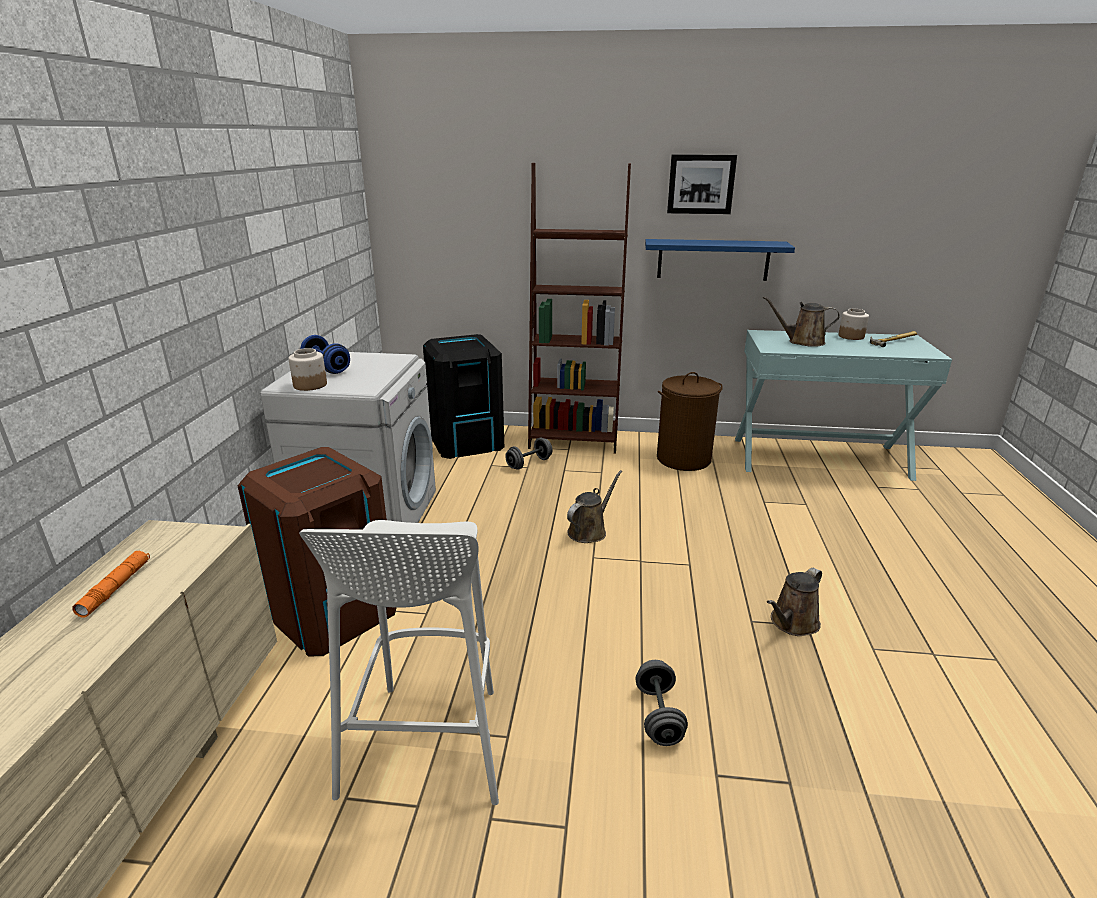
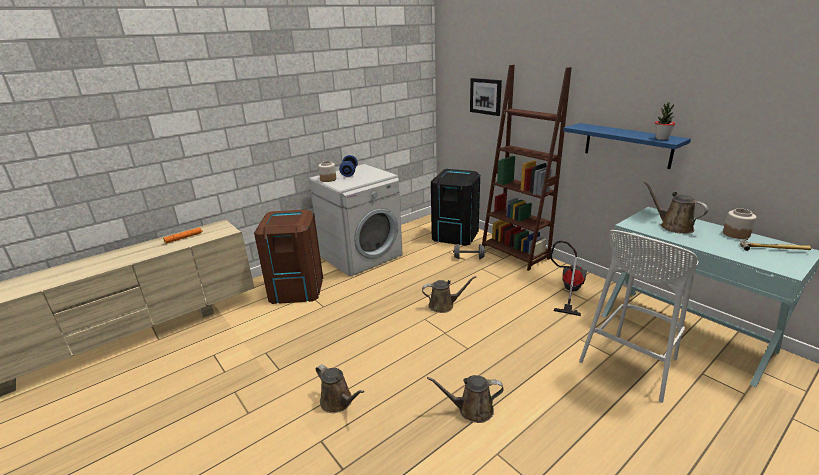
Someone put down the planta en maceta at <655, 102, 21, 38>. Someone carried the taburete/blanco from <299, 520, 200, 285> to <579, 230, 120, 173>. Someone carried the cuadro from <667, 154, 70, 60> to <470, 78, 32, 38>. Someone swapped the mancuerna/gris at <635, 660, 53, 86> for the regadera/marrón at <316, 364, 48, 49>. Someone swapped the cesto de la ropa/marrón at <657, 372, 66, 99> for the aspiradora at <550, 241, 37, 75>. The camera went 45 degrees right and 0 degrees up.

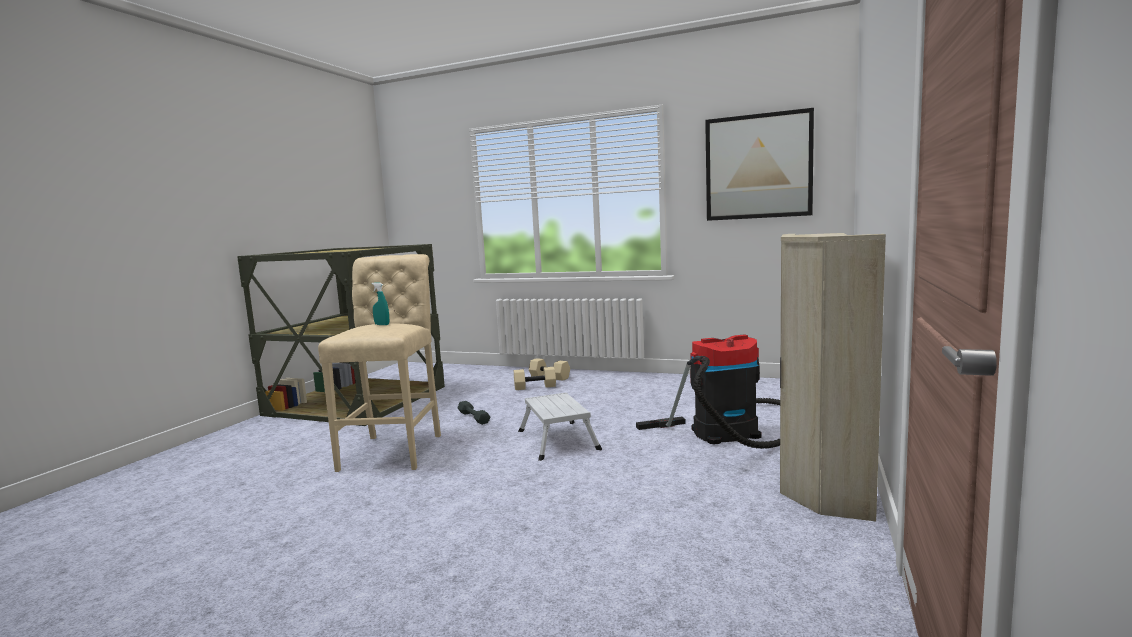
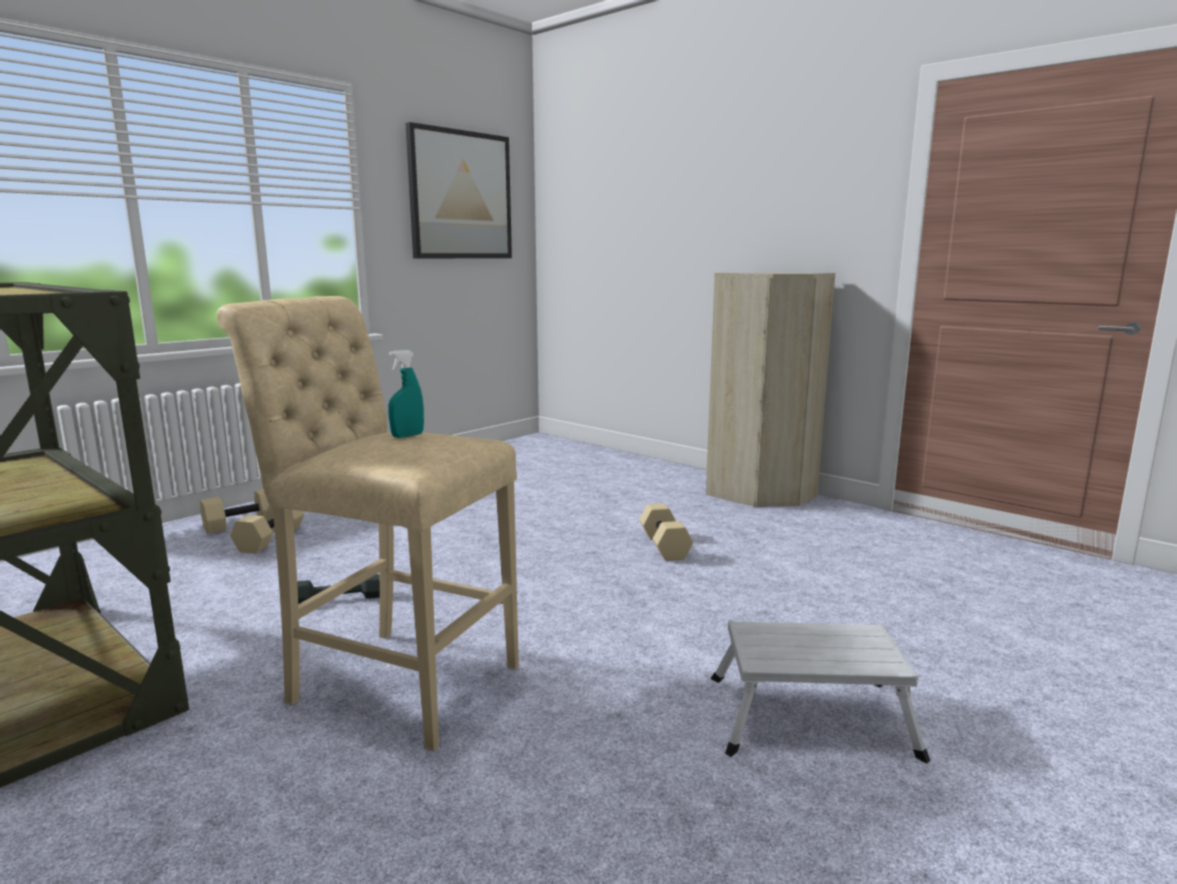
Someone took away the aspiradora at <636, 334, 144, 115>. Someone put down the mancuerna/beis at <639, 503, 54, 58>. Someone carried the escalera de tijera/blanco from <518, 392, 84, 69> to <711, 620, 219, 143>. The camera went 70 degrees left and 5 degrees up.

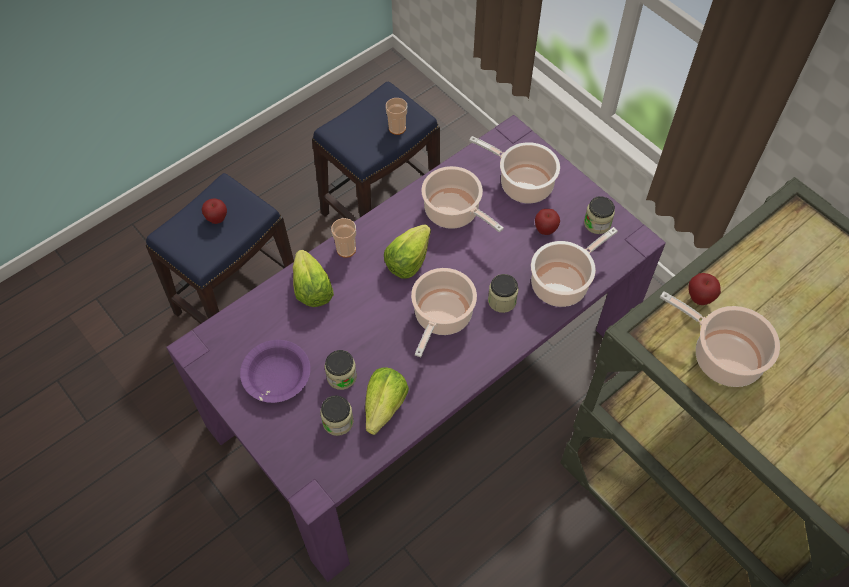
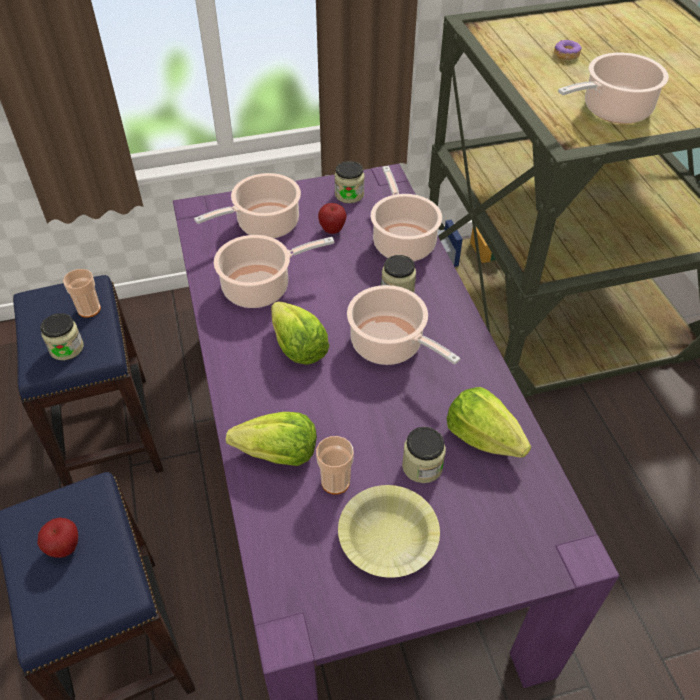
Someone took away the manzana at <688, 273, 33, 32>. Someone put down the rosquilla at <554, 39, 28, 21>. Someone carried the tarro from <320, 395, 34, 41> to <40, 313, 44, 47>. Someone carried the taza from <331, 218, 25, 40> to <316, 436, 38, 59>. Someone repainted the cuenco/morado at <240, 340, 71, 63>, which became the cuenco/amarillo at <338, 485, 102, 93>. The camera went 65 degrees left and 10 degrees down.

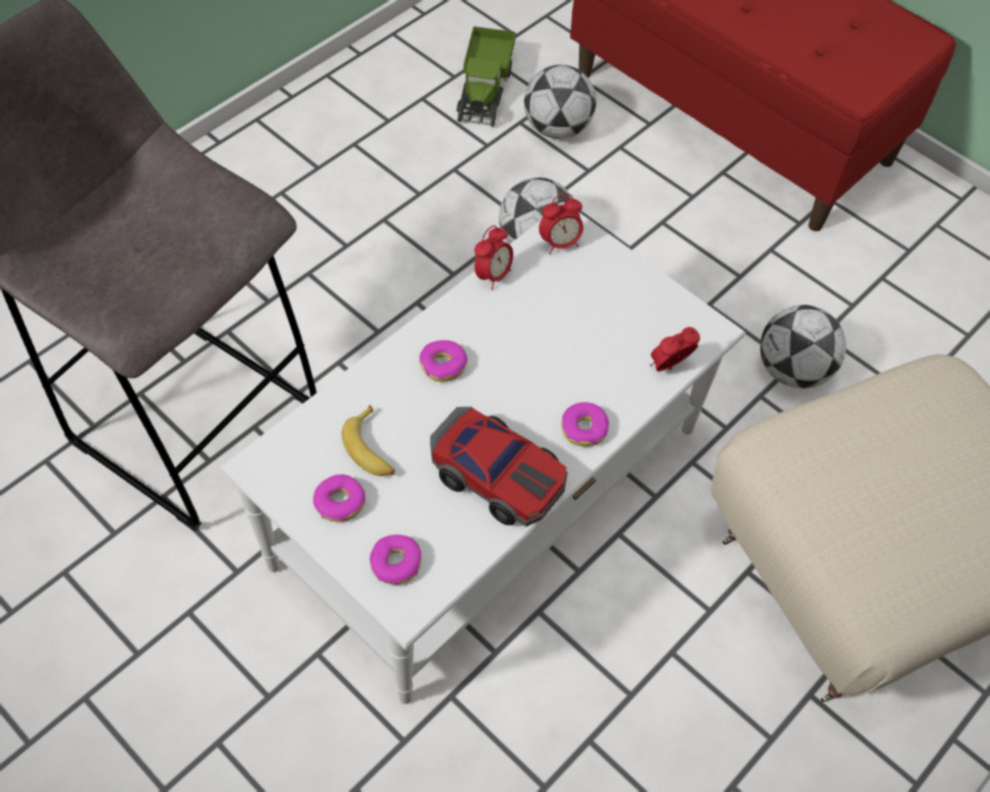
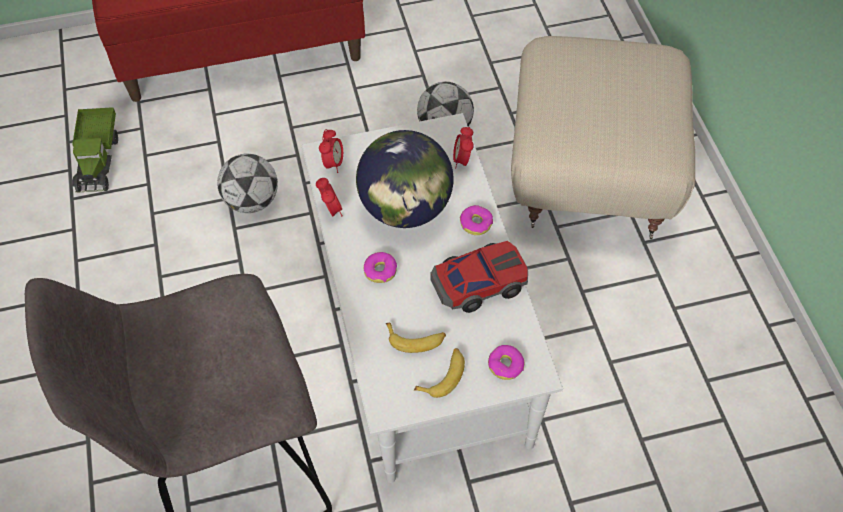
Someone took away the balón de fútbol at <524, 65, 72, 74>. Someone put down the globo terráqueo at <356, 130, 98, 98>. Someone swapped the rosquilla at <313, 474, 52, 48> for the plátano at <414, 348, 51, 50>. Someone rotated the camión de juguete at <456, 26, 60, 101> by 45 degrees clockwise. The camera went 55 degrees left and 0 degrees up.

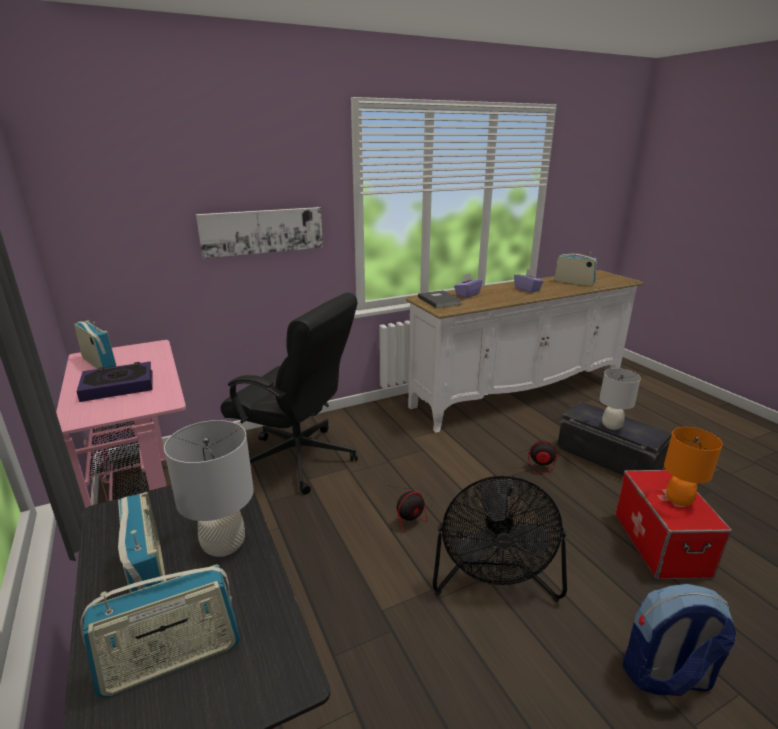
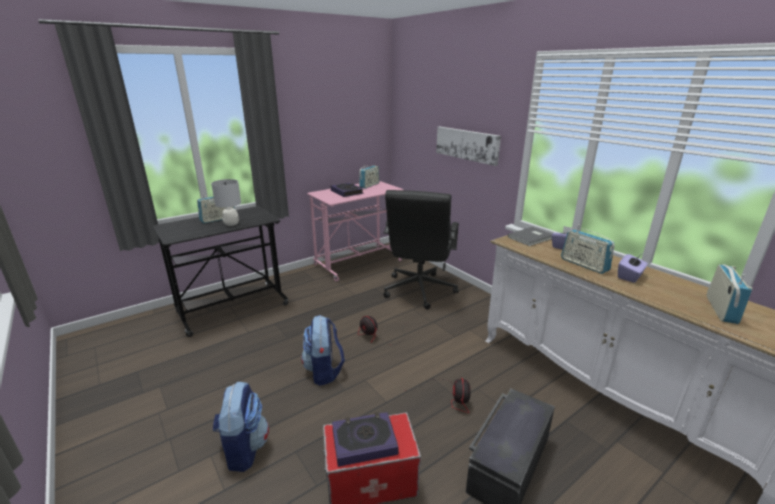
Someone took away the lámpara de mesa/gris at <599, 368, 42, 62>. Someone carried the radio from <80, 564, 160, 134> to <561, 224, 54, 50>. Someone swapped the ventilador/negro at <433, 475, 134, 127> for the mochila at <301, 315, 44, 71>. Someone swapped the lámpara de mesa/naranja at <664, 427, 59, 79> for the libro at <332, 412, 67, 55>. The camera went 80 degrees right and 0 degrees up.

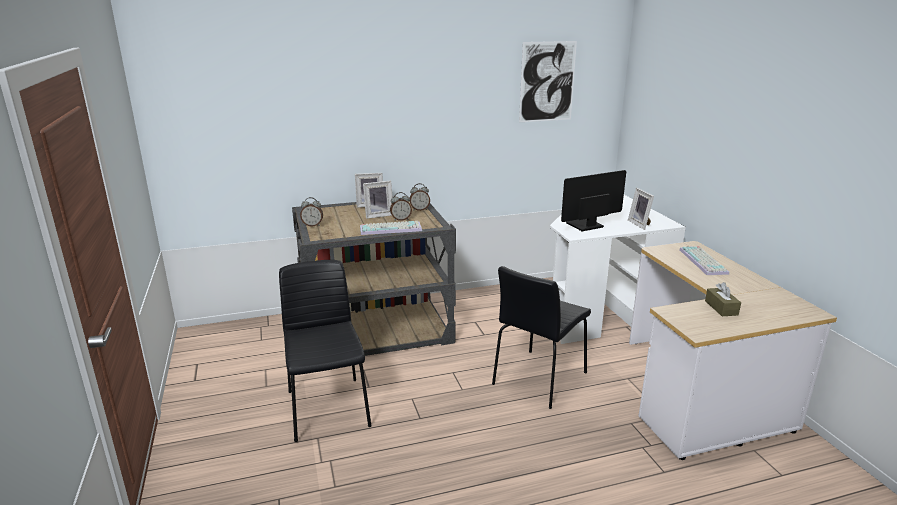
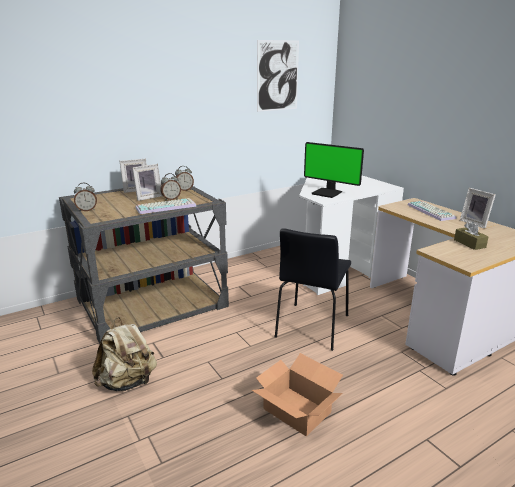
Someone put down the caja de cartón at <252, 353, 91, 83>. Someone carried the portarretratos from <628, 188, 26, 42> to <460, 188, 36, 40>. Someone swapped the silla/negro at <279, 260, 93, 182> for the mochila/beis at <92, 317, 65, 74>. Someone rotated the monitor at <561, 170, 65, 61> by 105 degrees counterclockwise. The camera went 15 degrees left and 0 degrees up.

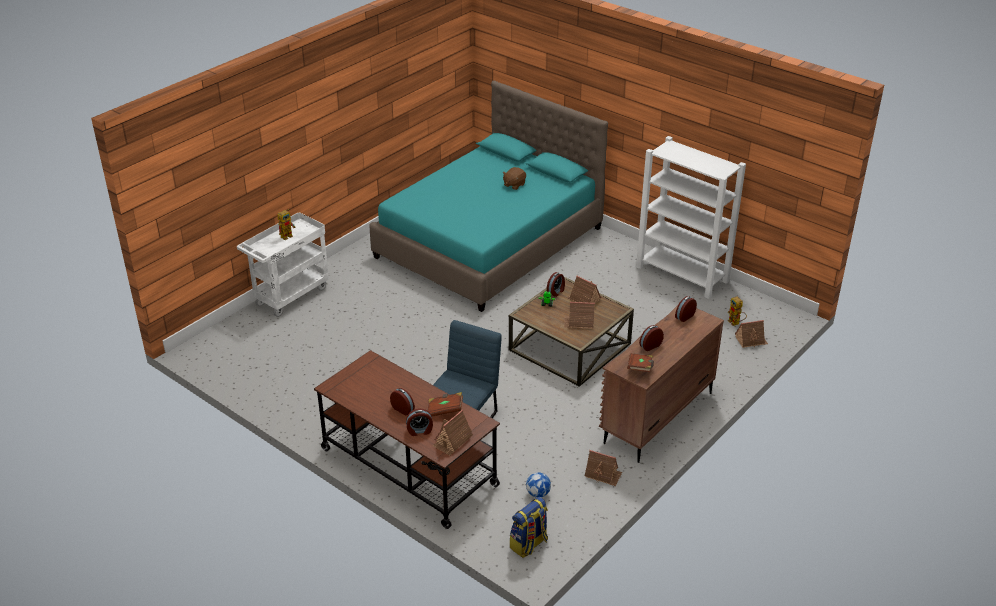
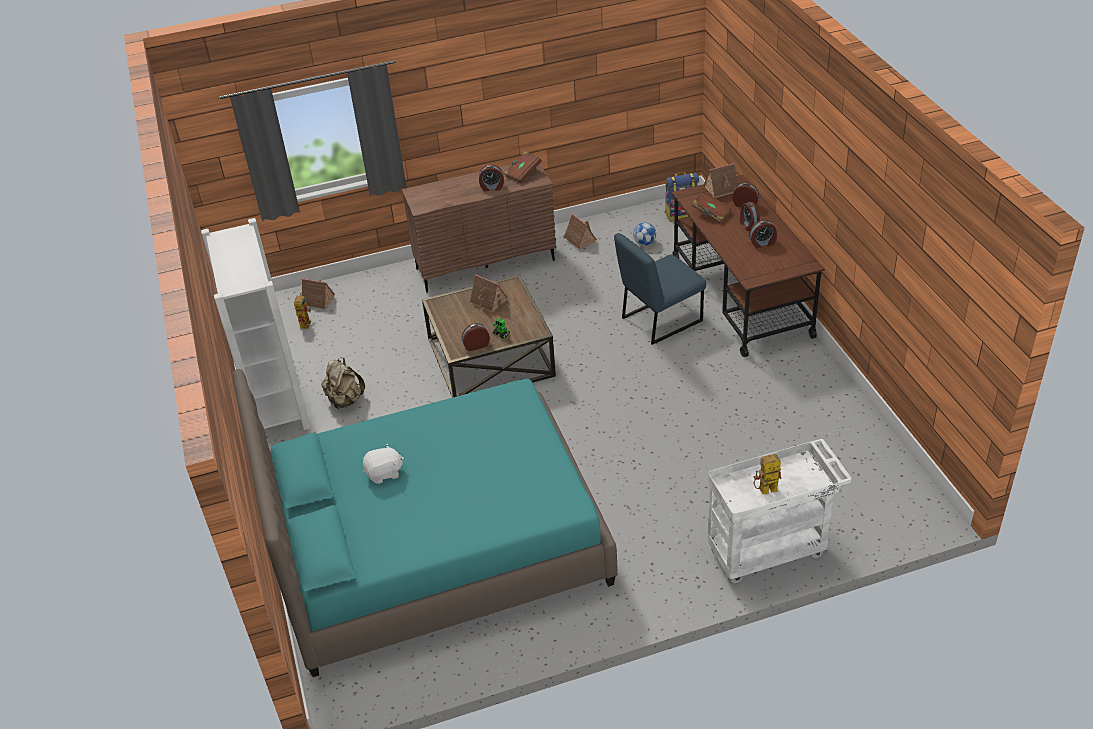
Someone took away the casita at <567, 276, 34, 27>. Someone put down the mochila/beis at <321, 357, 44, 52>. Someone carried the despertador from <675, 296, 22, 26> to <749, 220, 28, 28>. Someone repainted the peluche/marrón at <503, 167, 23, 23>, which became the peluche/blanco at <363, 444, 41, 40>. The camera went 145 degrees left and 5 degrees up.

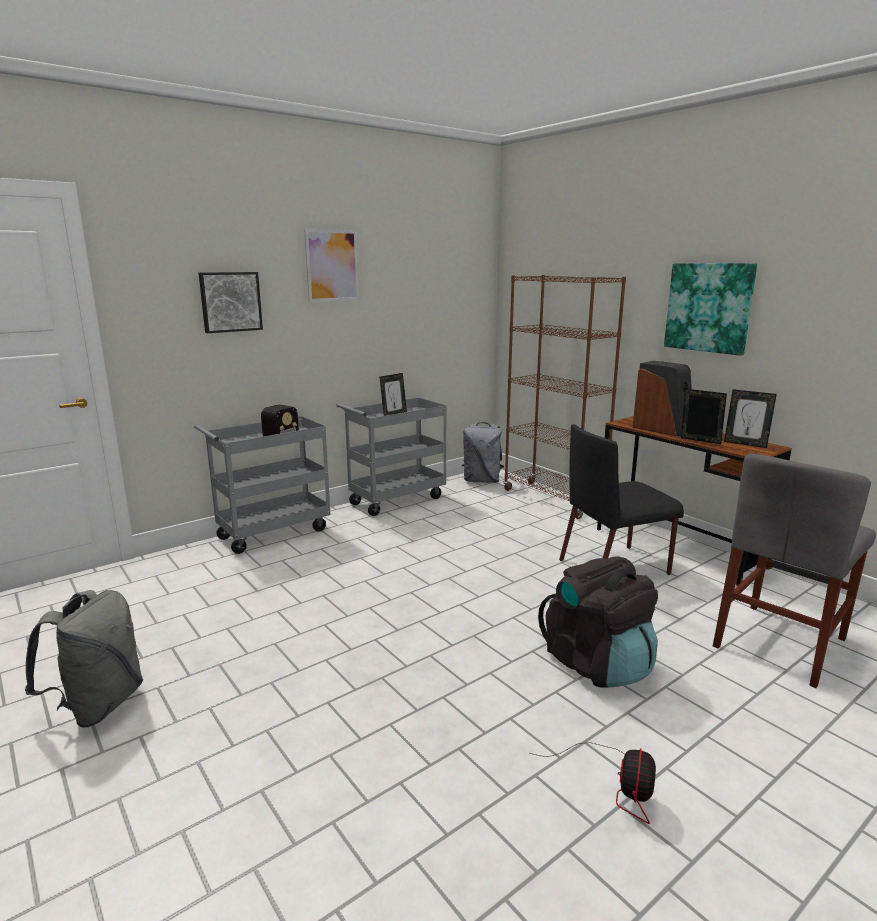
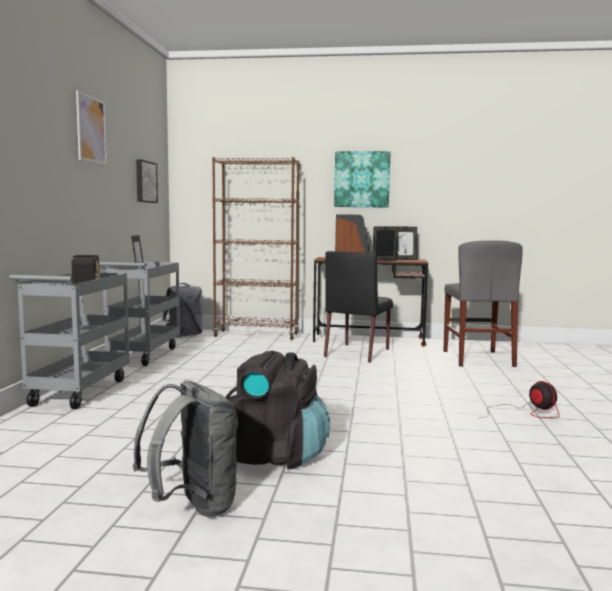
Someone carried the cuadro from <199, 272, 64, 61> to <136, 159, 22, 44>. Someone carried the mochila/negro from <538, 556, 120, 132> to <225, 351, 105, 118>. The camera went 45 degrees left and 10 degrees down.

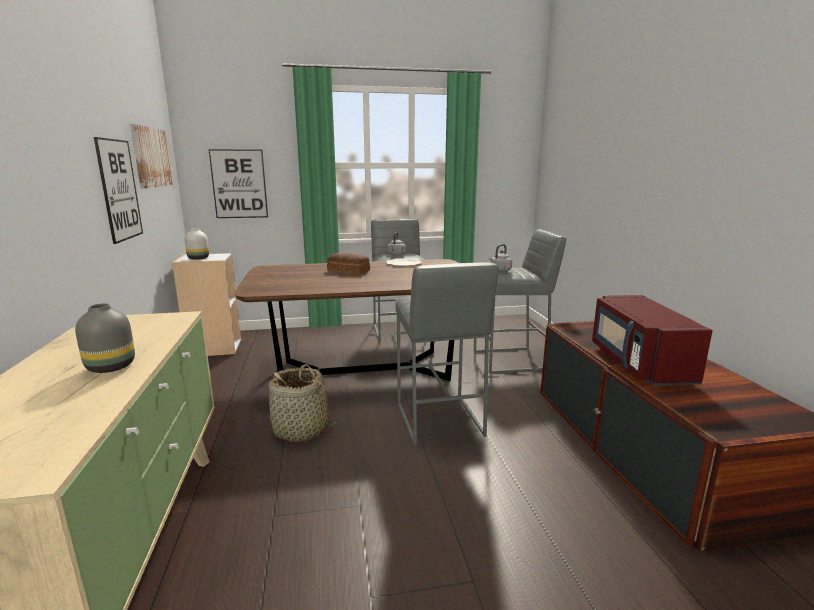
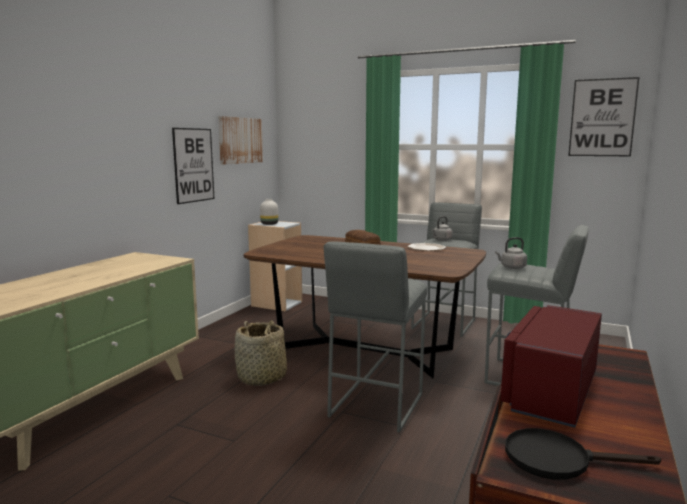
Someone took away the florero/gris at <75, 303, 60, 70>. Someone put down the sartén/negro at <505, 428, 156, 52>. Someone carried the cuadro from <209, 149, 59, 69> to <568, 77, 71, 79>. The camera went 35 degrees right and 5 degrees down.

